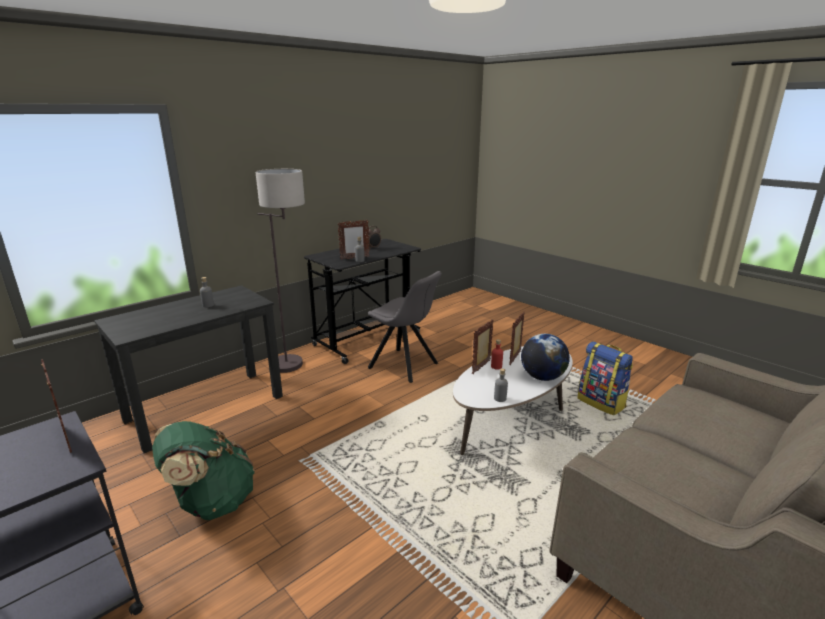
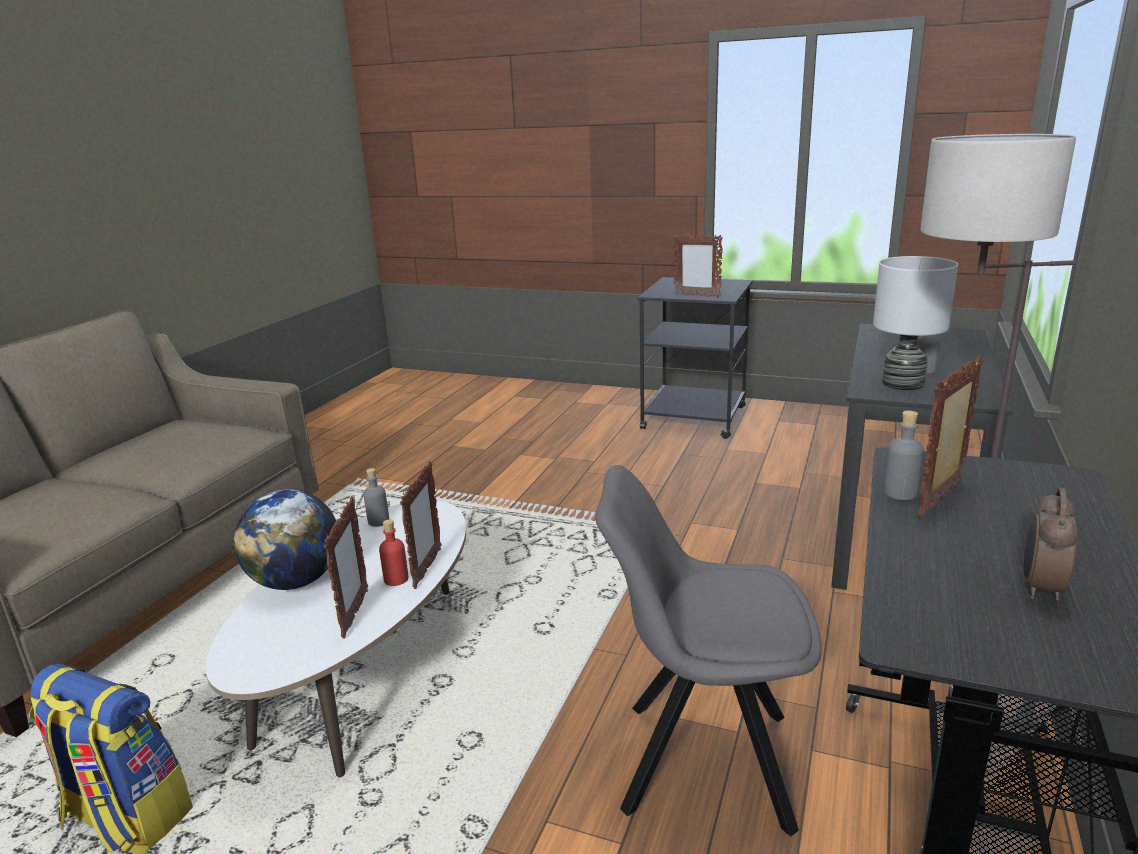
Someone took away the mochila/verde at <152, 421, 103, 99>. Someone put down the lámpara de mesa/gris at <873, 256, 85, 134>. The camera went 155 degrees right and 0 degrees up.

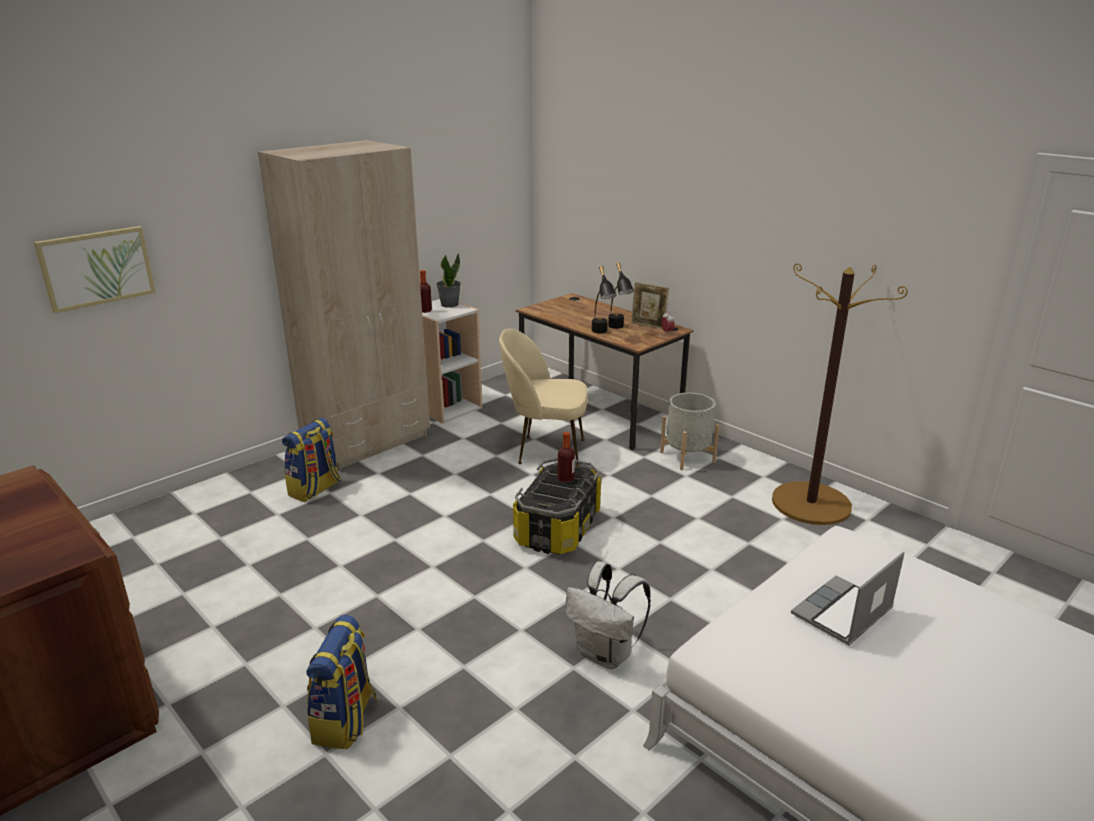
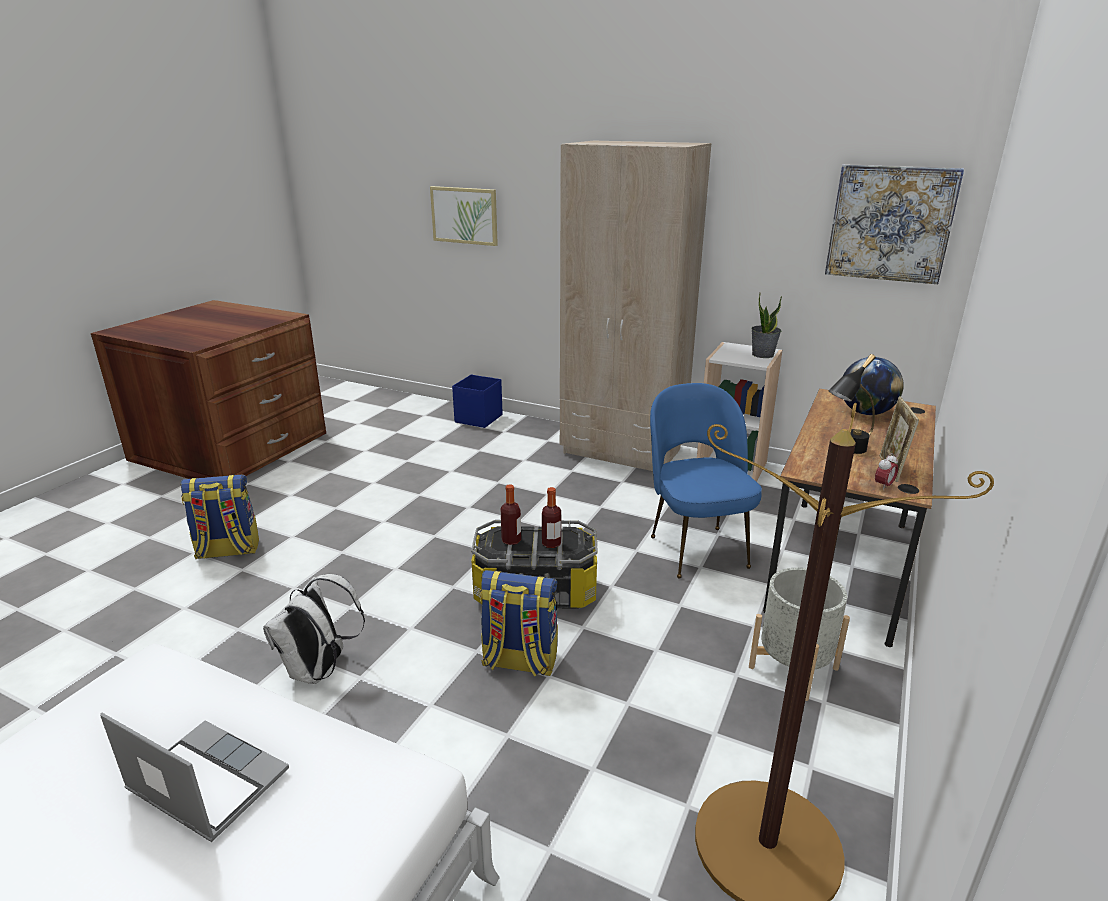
Someone took away the lámpara de mesa/negro at <592, 266, 25, 67>. Someone put down the caja de almacenaje/azul at <452, 374, 51, 54>. Someone put up the cuadro at <825, 165, 139, 119>. Someone put down the globo terráqueo at <843, 357, 61, 58>. Someone carried the mochila from <282, 418, 58, 84> to <480, 570, 78, 107>. Someone carried the botella from <420, 270, 12, 43> to <501, 484, 20, 61>. Someone repainted the silla/beis at <499, 328, 89, 139>, which became the silla/azul at <650, 383, 112, 196>. The camera went 70 degrees right and 0 degrees up.

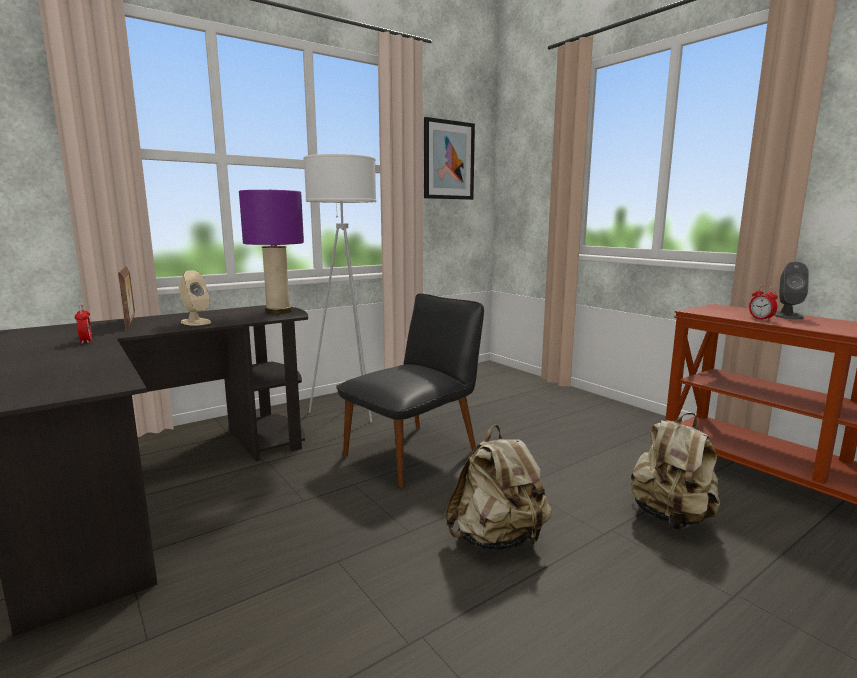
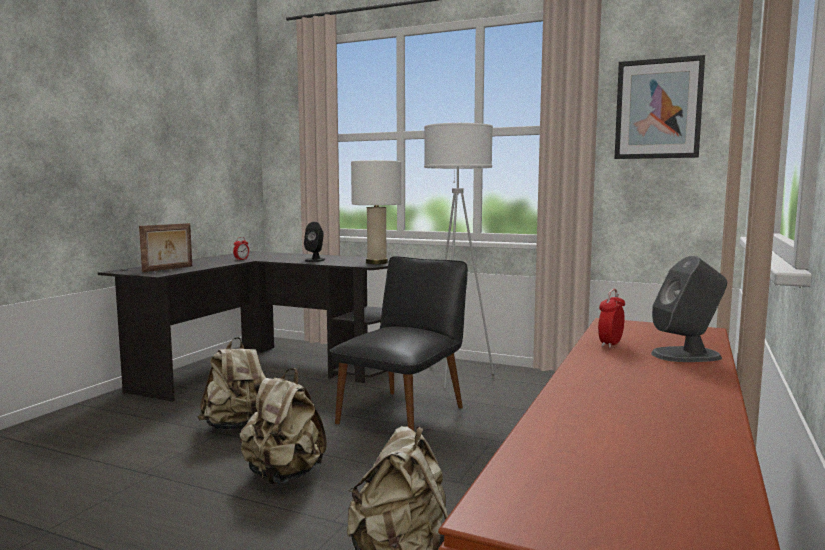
Someone put down the mochila/beis at <197, 337, 69, 93>. Someone carried the portarretratos from <118, 267, 17, 63> to <139, 223, 53, 49>. Someone repainted the altavoz/beis at <179, 270, 32, 56>, which became the altavoz/negro at <304, 222, 21, 40>. Someone repainted the lámpara de mesa/morado at <239, 189, 65, 125>, which became the lámpara de mesa/blanco at <351, 160, 50, 104>. Someone rotated the silla/negro at <336, 294, 148, 193> by 75 degrees counterclockwise. The camera went 60 degrees right and 5 degrees down.

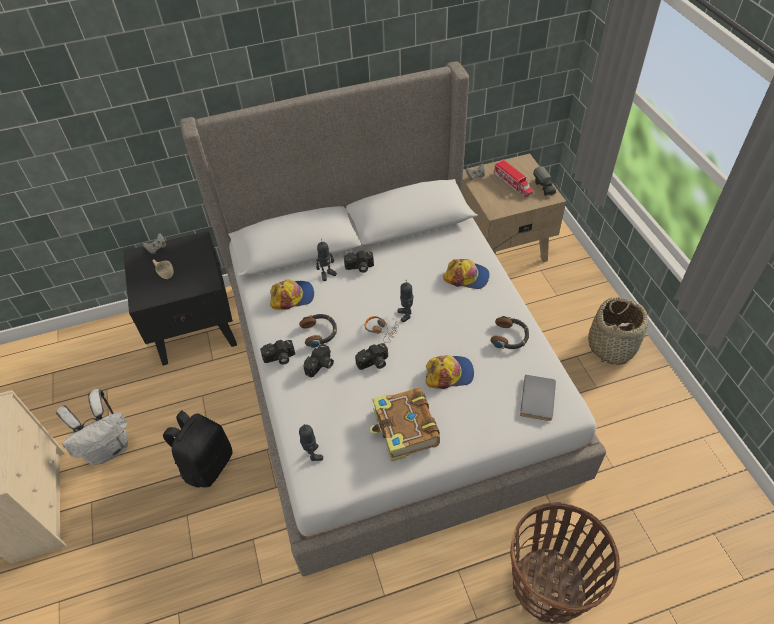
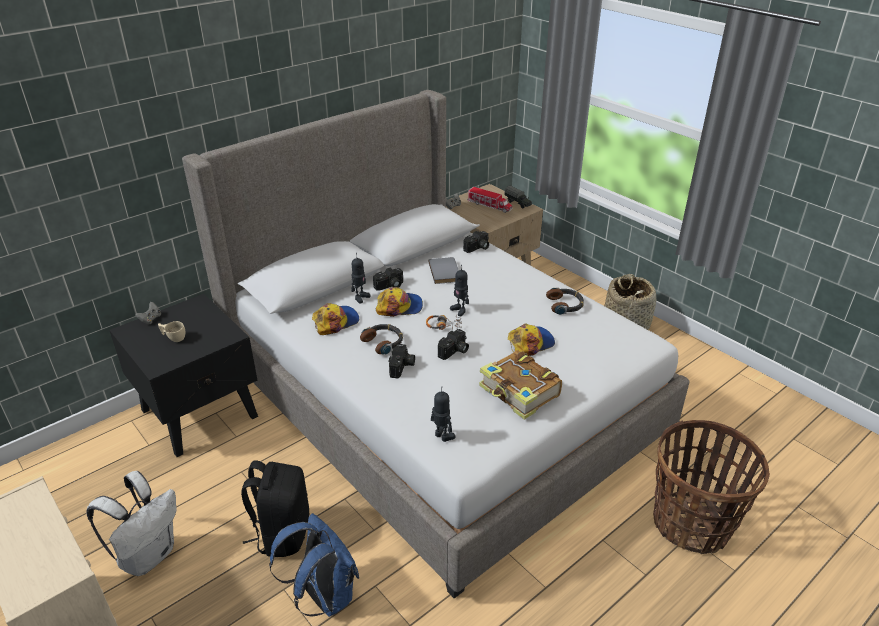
Someone put down the mochila/azul at <269, 513, 90, 104>. Someone carried the cámara from <260, 340, 35, 25> to <463, 231, 26, 22>. Someone carried the gorra from <443, 259, 47, 30> to <376, 287, 47, 30>. Someone carried the libro/gris from <520, 375, 36, 46> to <429, 257, 30, 27>. The camera went 25 degrees left and 15 degrees down.

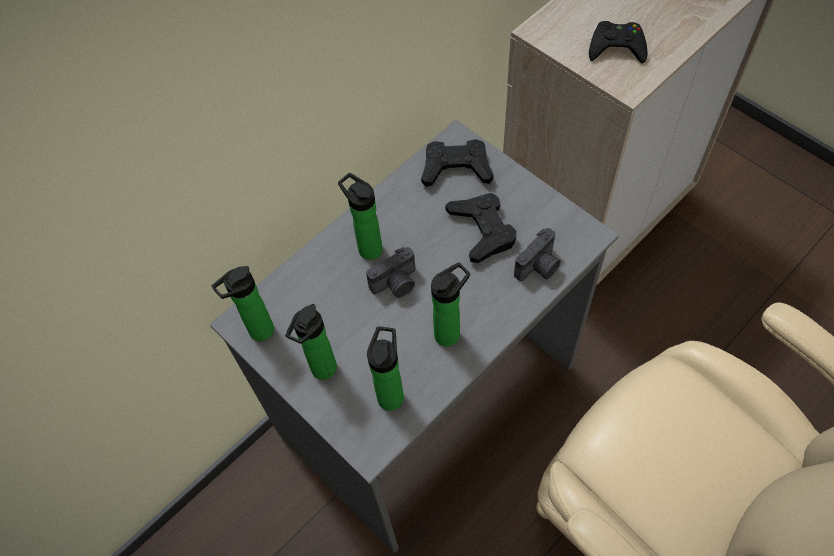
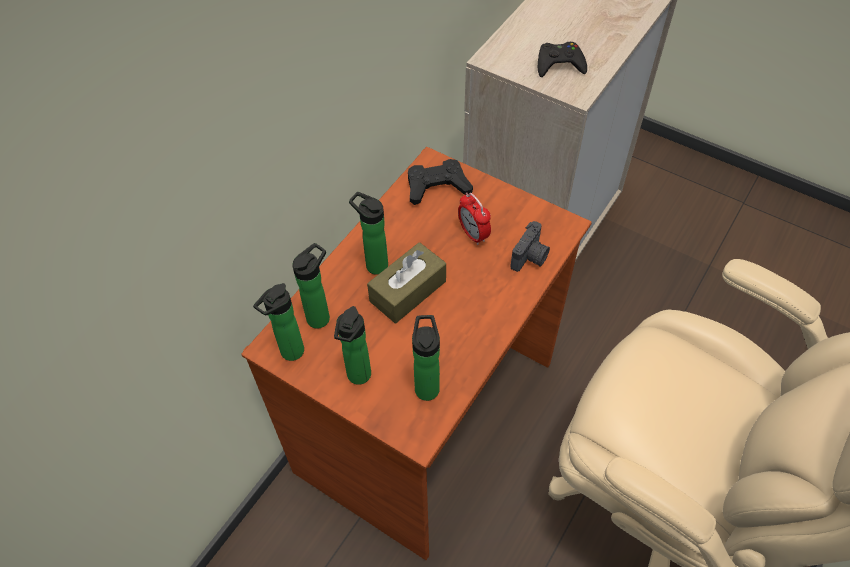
Someone carried the botella from <431, 262, 39, 85> to <292, 243, 38, 85>. Someone swapped the cámara at <366, 247, 50, 51> for the caja de pañuelos/marrón at <367, 242, 79, 81>. Someone swapped the mando de consola/negro at <445, 193, 72, 70> for the despertador at <458, 192, 33, 53>. Someone repainted the escritorio/gris at <210, 120, 409, 433>, which became the escritorio/marrón at <241, 147, 351, 413>. The camera went 15 degrees left and 5 degrees down.

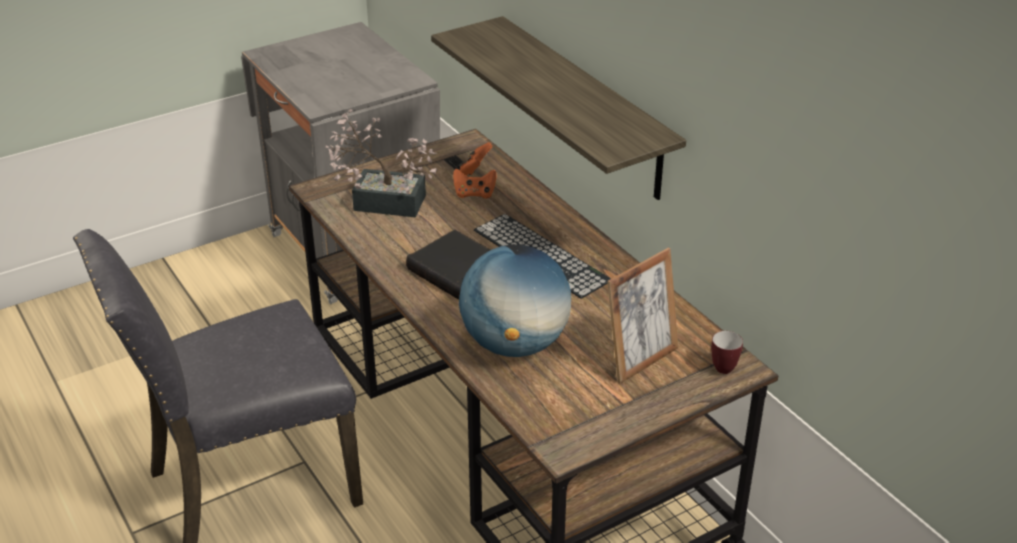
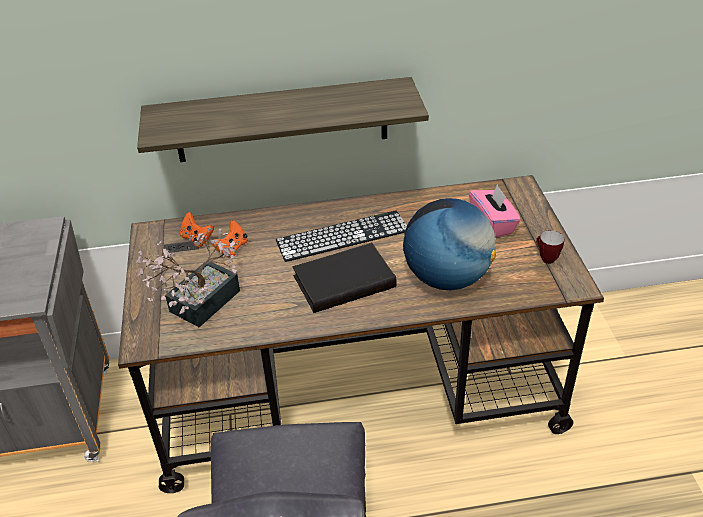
Someone carried the taza grande from <711, 331, 32, 43> to <536, 230, 29, 34>. Someone swapped the portarretratos at <607, 248, 71, 136> for the caja de pañuelos/rosa at <469, 184, 52, 54>. The camera went 65 degrees left and 5 degrees up.

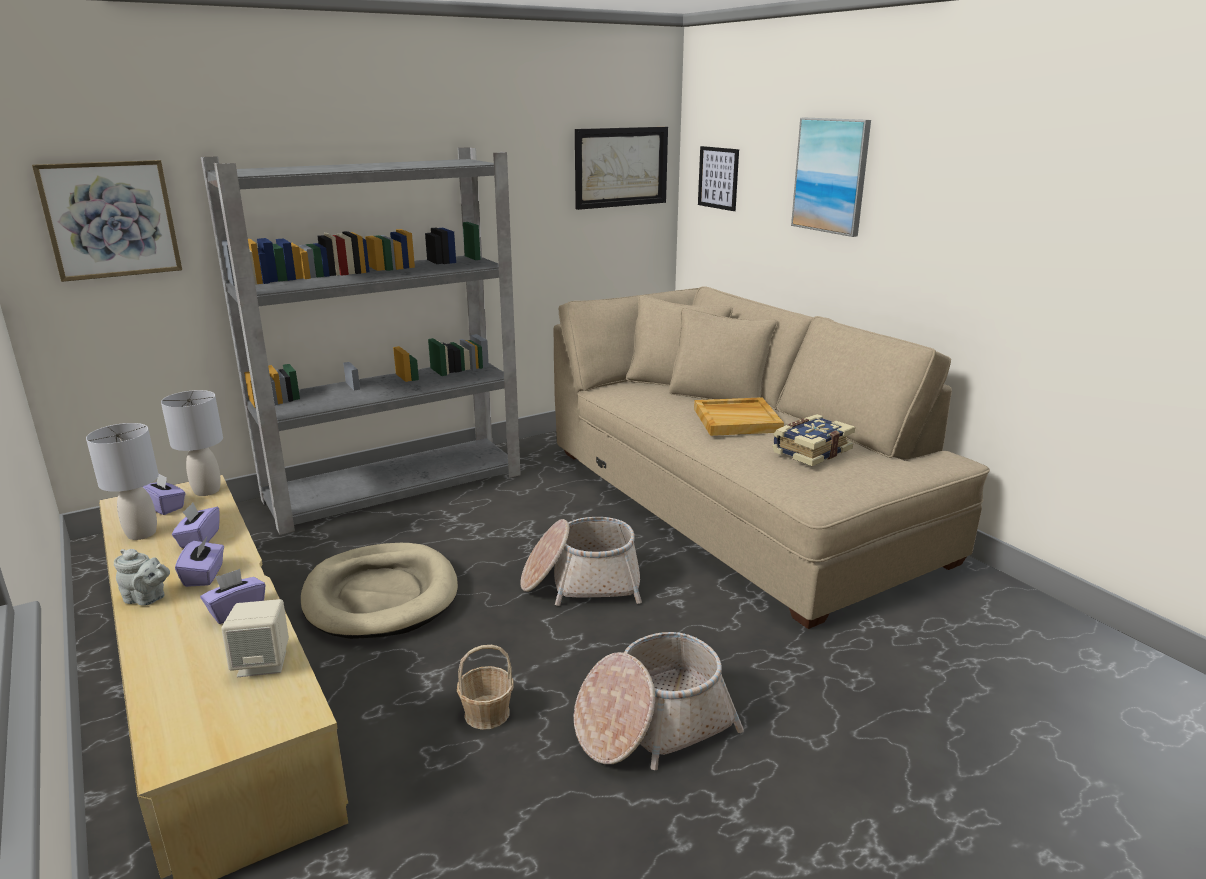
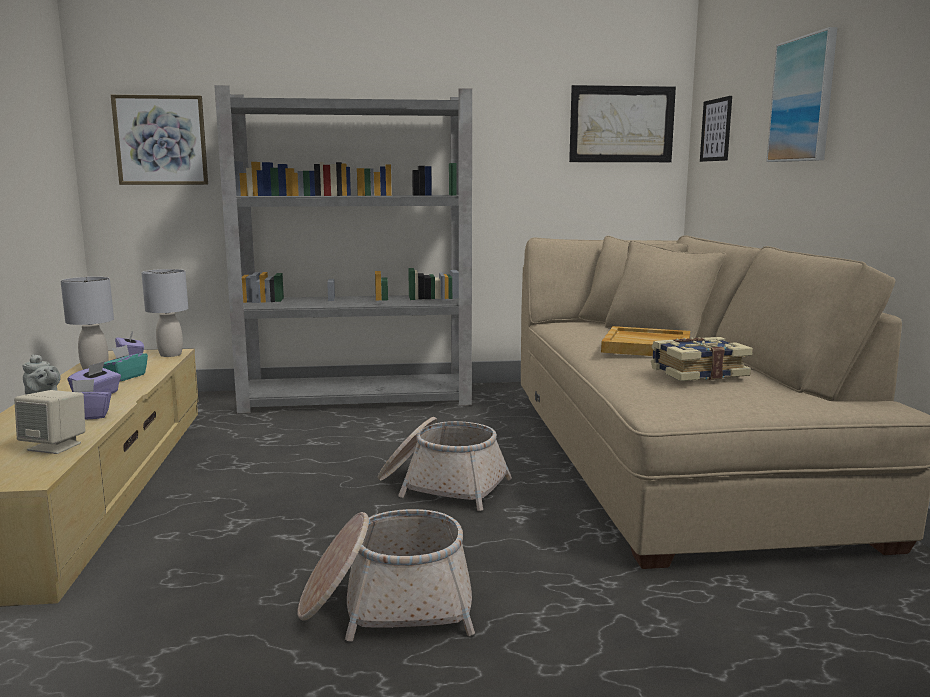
Someone took away the cama para perro/beis at <301, 543, 157, 96>. Someone took away the cesta at <457, 645, 56, 85>. Someone repainted the caja de pañuelos/morado at <172, 503, 48, 45>, which became the caja de pañuelos/turquesa at <103, 345, 45, 37>. The camera went 25 degrees right and 10 degrees down.

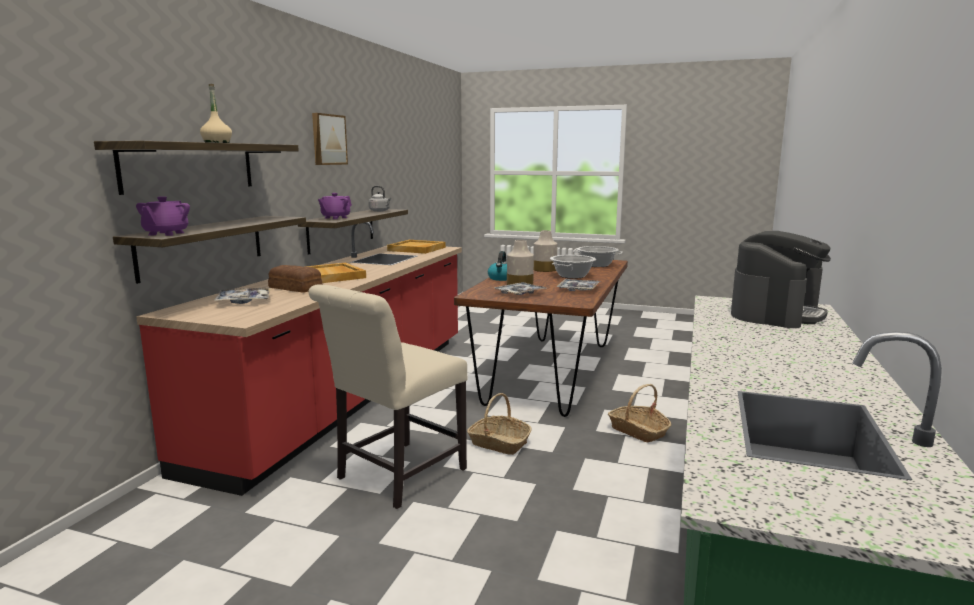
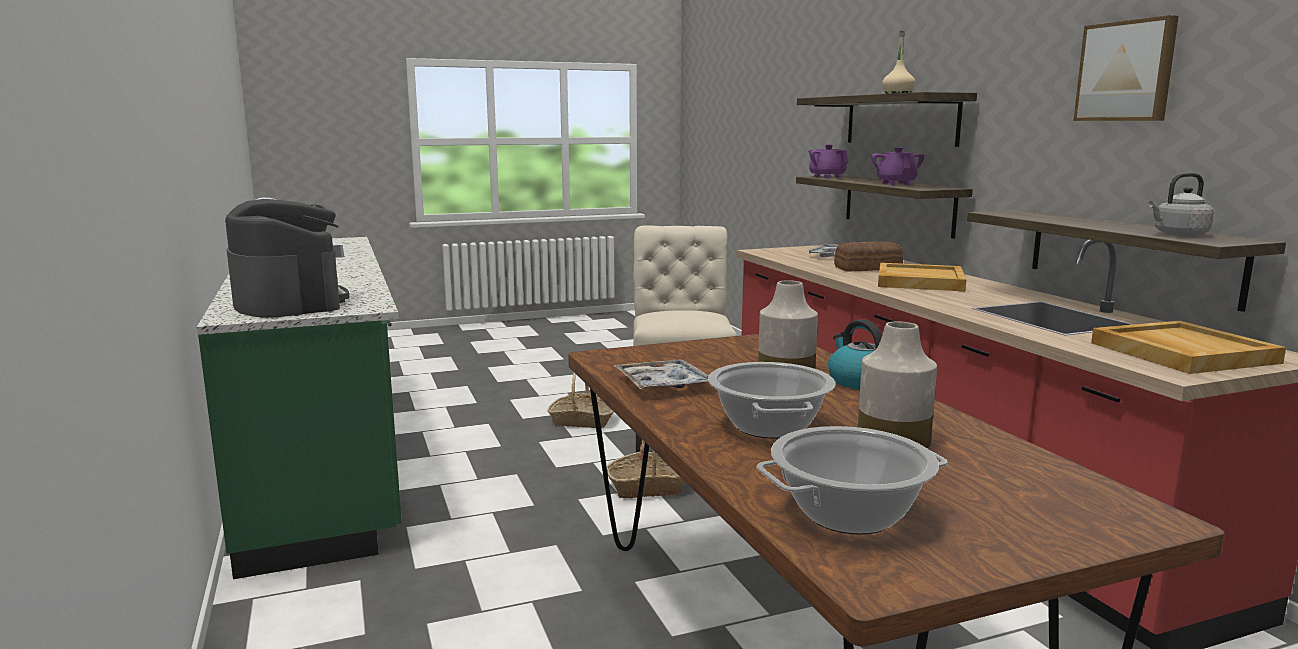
Someone took away the bandeja at <494, 282, 53, 13>. Someone carried the tetera/morado from <318, 193, 34, 26> to <871, 147, 54, 38>. Someone carried the cesta from <608, 384, 63, 58> to <547, 373, 67, 55>. Someone rotated the cafetera at <731, 231, 100, 97> by 150 degrees clockwise. The camera went 140 degrees right and 0 degrees up.

